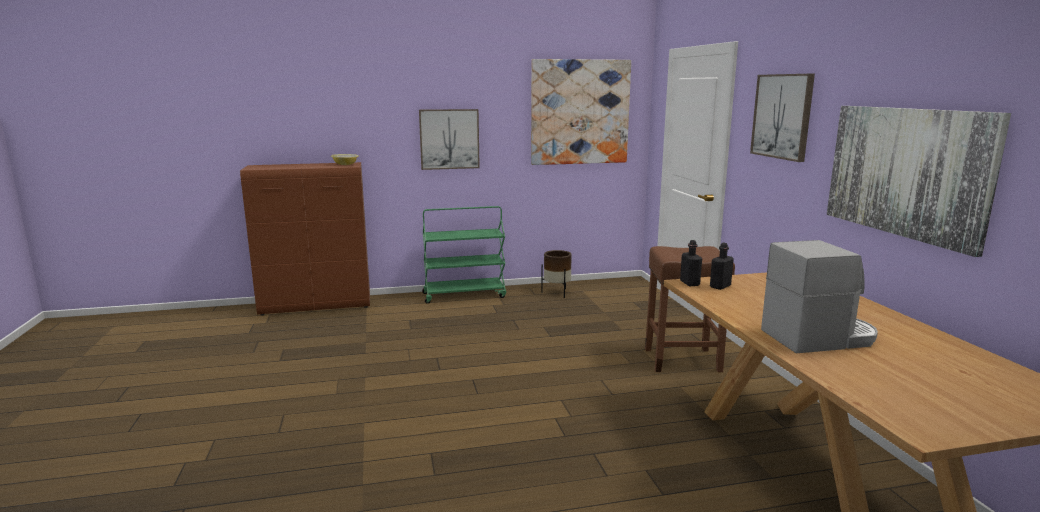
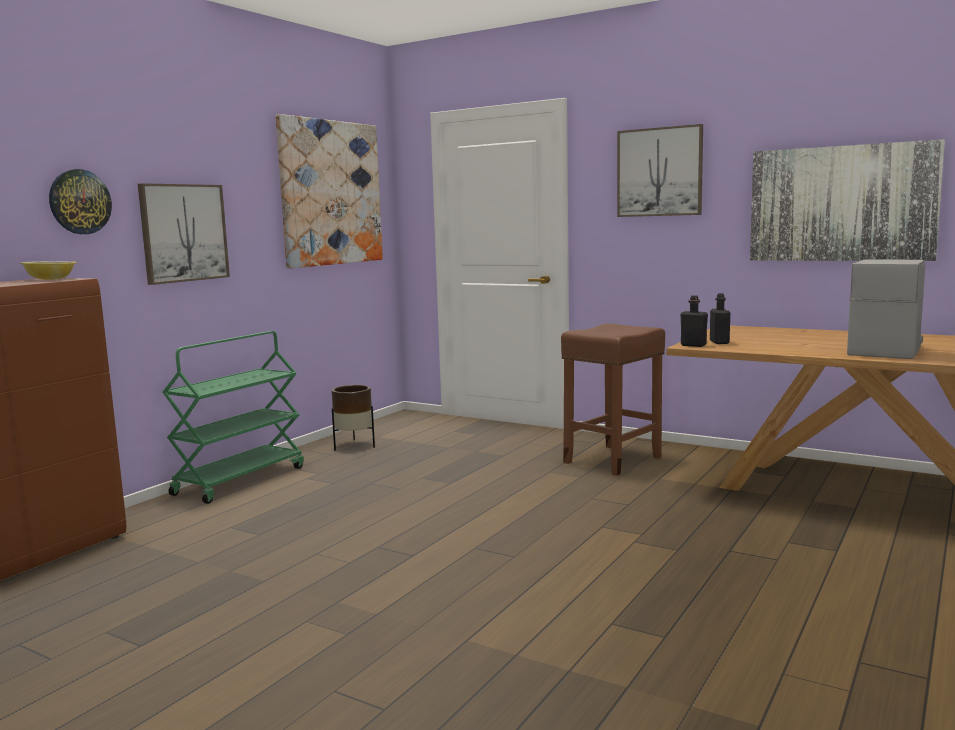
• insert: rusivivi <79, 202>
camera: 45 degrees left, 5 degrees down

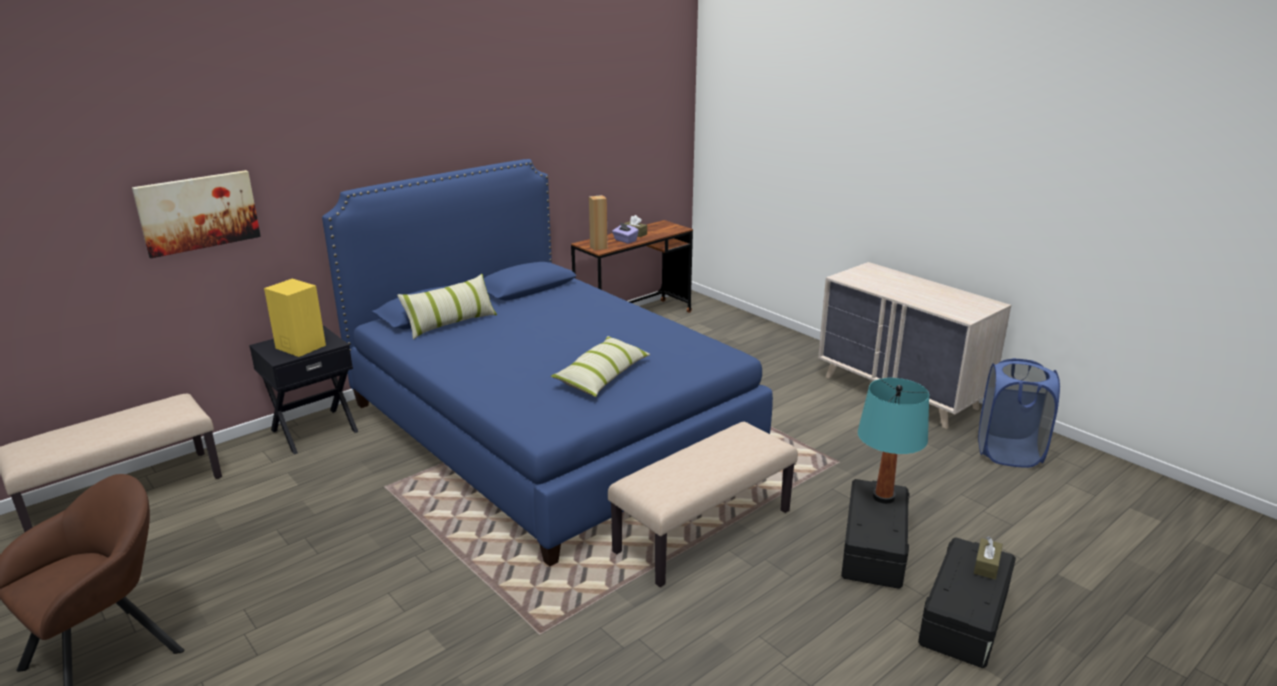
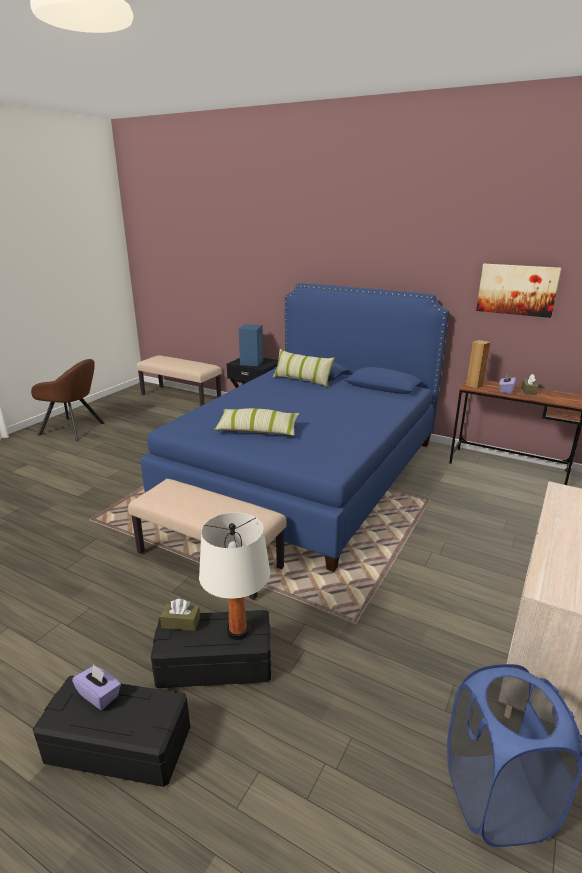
• insert: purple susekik <99, 695>
• move: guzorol <198, 212> to <517, 289>
• move: brown susekik <986, 565> to <181, 622>
• recolor: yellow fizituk <300, 346> to blue fizituk <252, 362>
• recolor: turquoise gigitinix <883, 497> to white gigitinix <237, 631>
camera: 70 degrees right, 0 degrees up

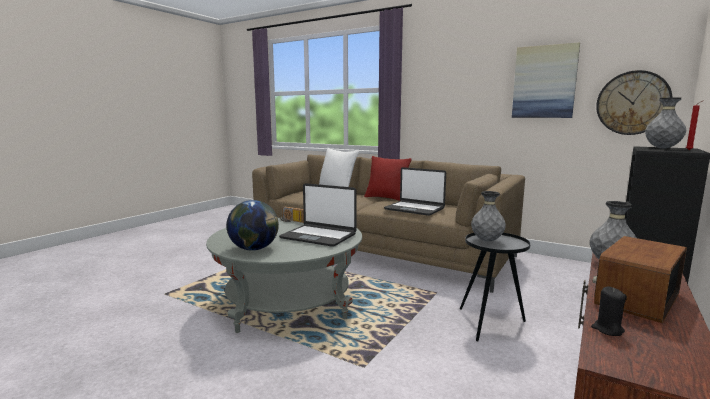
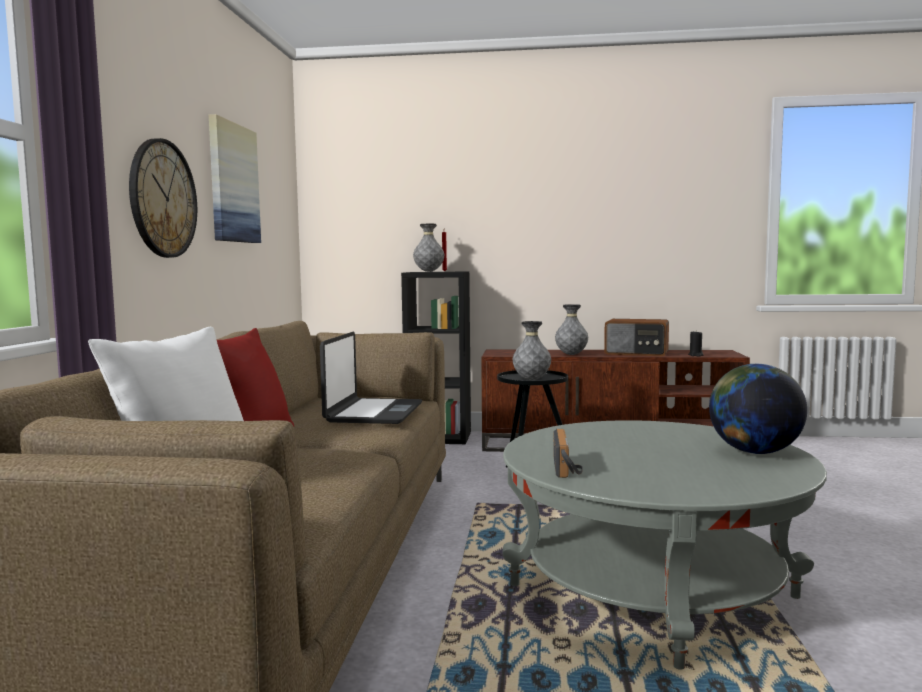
• delete: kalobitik <319, 236>
• move: rusivivi <632, 103> to <162, 199>
camera: 115 degrees left, 5 degrees down

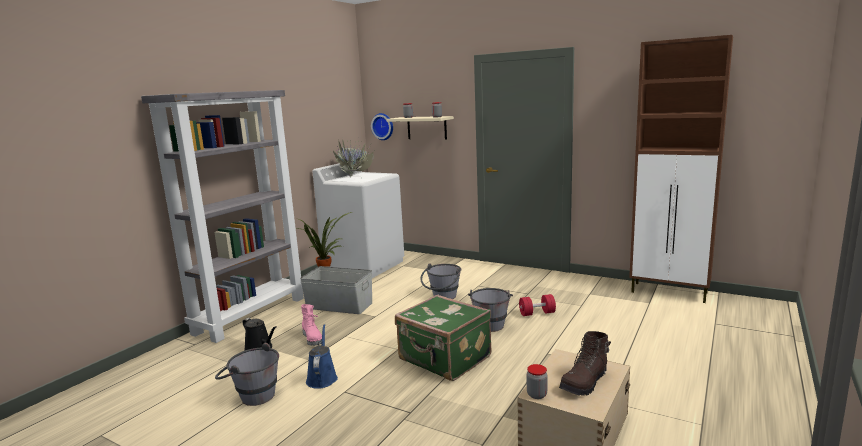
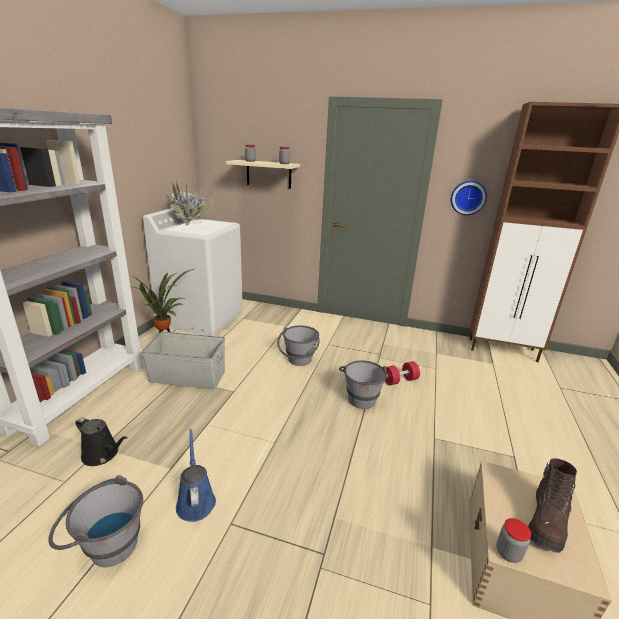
• delete: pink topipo <313, 339>
• delete: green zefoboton <444, 359>
• move: rusivivi <383, 126> to <468, 197>
camera: 15 degrees left, 10 degrees up

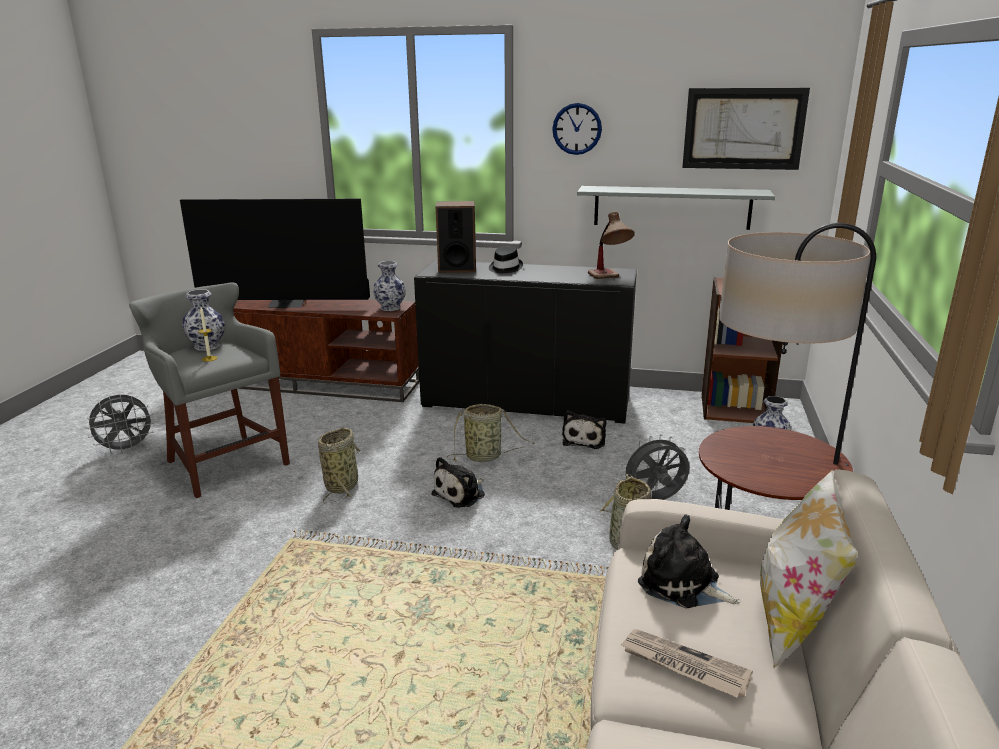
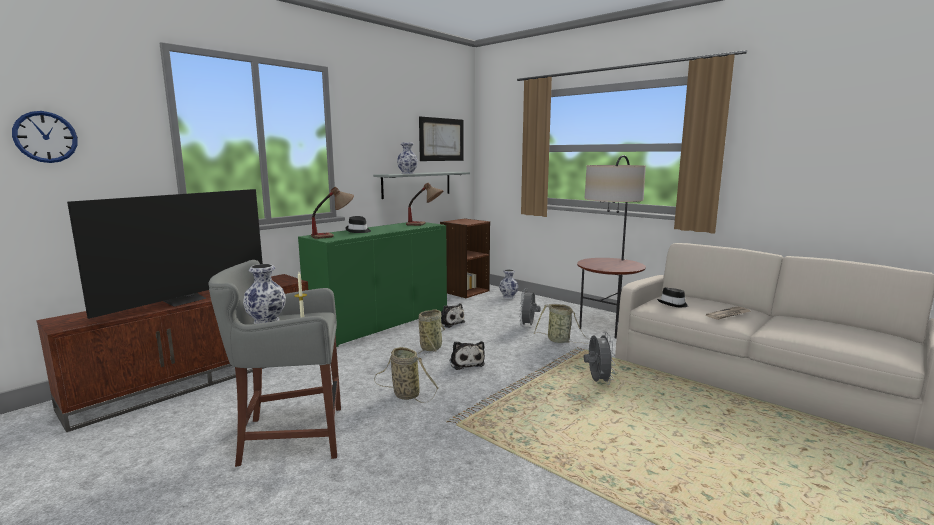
• delete: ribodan <794, 620>
• move: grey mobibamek <126, 449> to <597, 382>
• move: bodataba <390, 308> to <408, 173>
• move: rusivivi <577, 129> to <45, 137>
• replace: fizituk <457, 268> to gigitinix <334, 235>
• replace: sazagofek <683, 584> to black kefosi <673, 304>
• recolor: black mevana <526, 402> to green mevana <381, 323>
camera: 60 degrees left, 10 degrees down

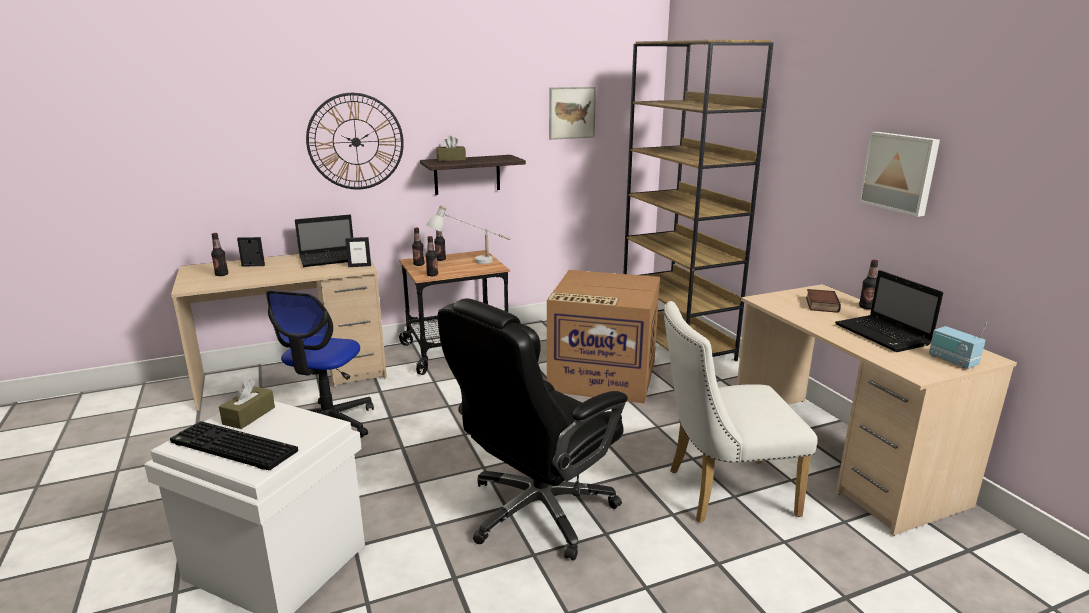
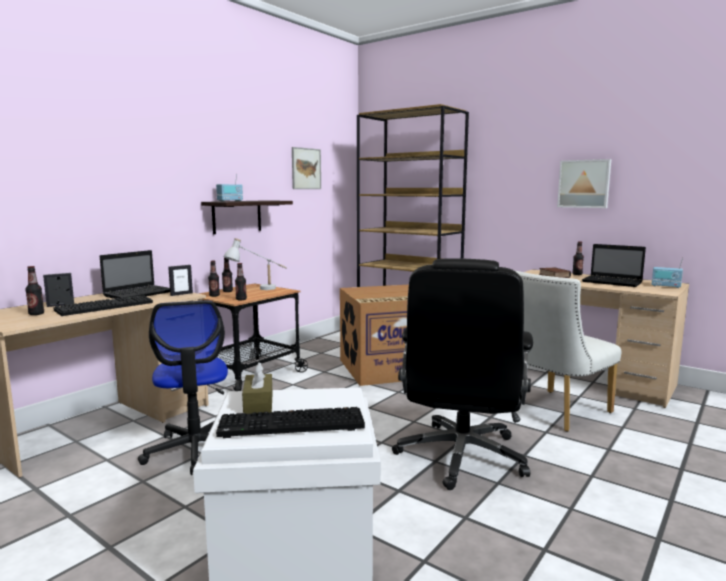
• delete: rusivivi <356, 142>
• insert: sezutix <105, 306>
• replace: brown susekik <451, 159> to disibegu <230, 201>
camera: 30 degrees left, 10 degrees down

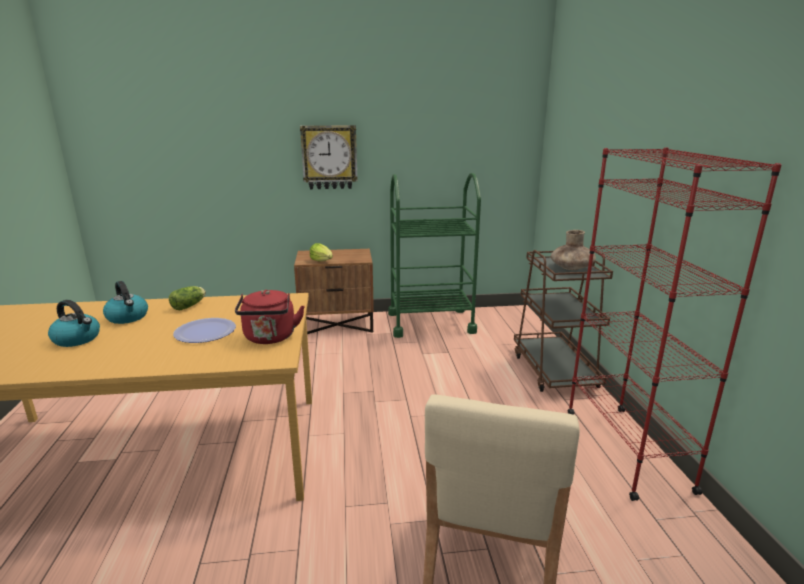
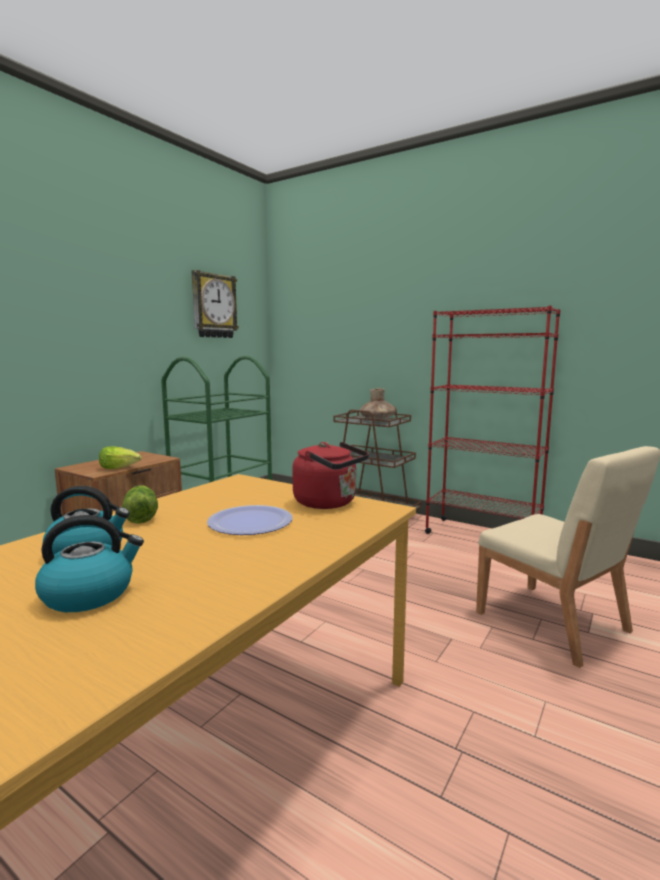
• move: rusivivi <329, 157> to <213, 306>
camera: 50 degrees left, 10 degrees down

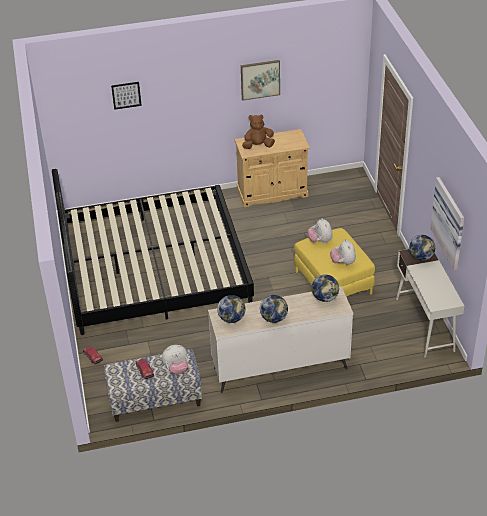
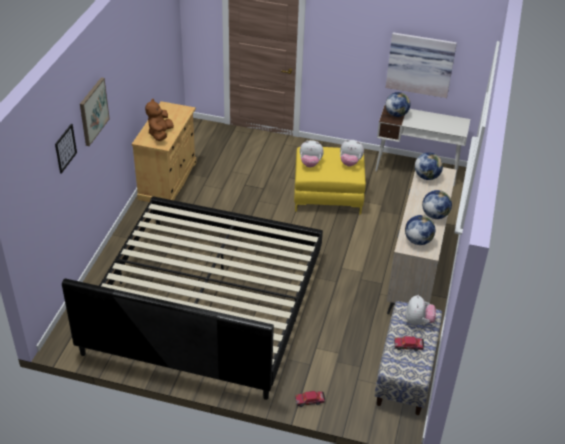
• move: guzorol <260, 79> to <93, 111>
camera: 65 degrees left, 0 degrees up

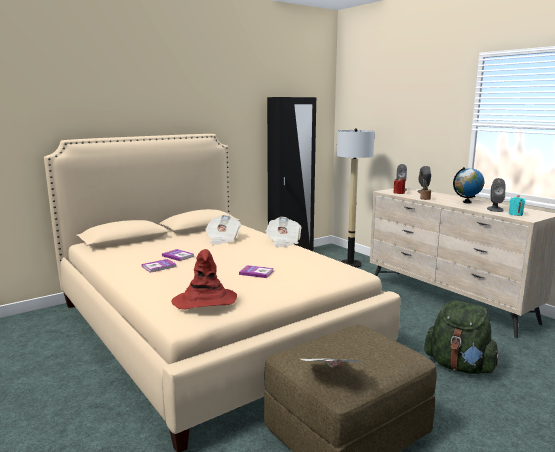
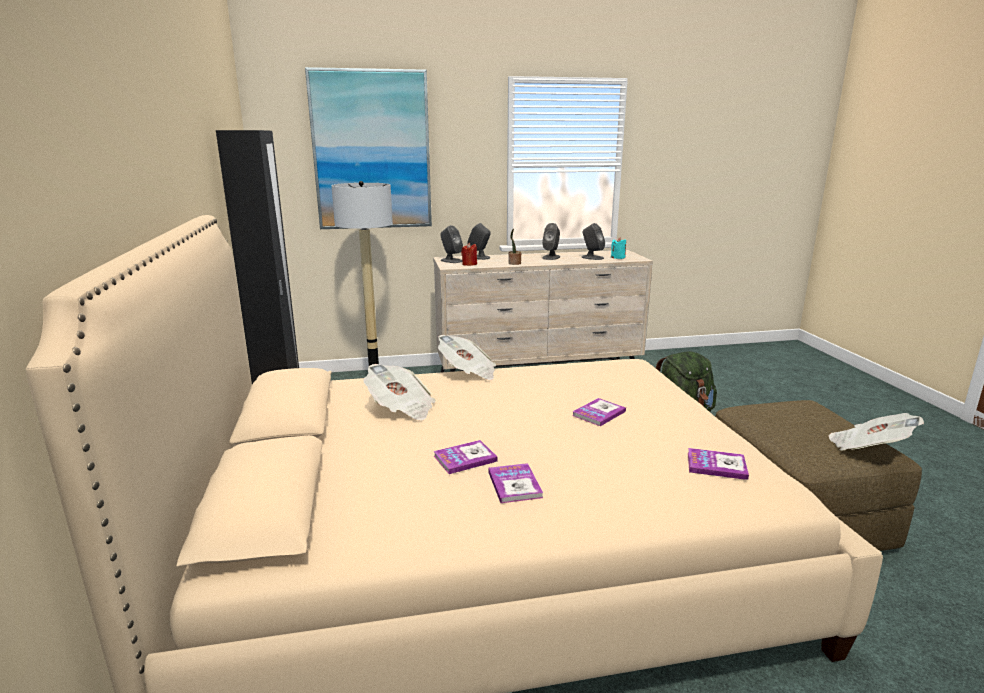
• insert: guzorol <371, 151>
• replace: red kefosi <205, 301> to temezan <716, 465>
• replace: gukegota <467, 202> to grey fizituk <551, 257>
camera: 65 degrees left, 5 degrees up

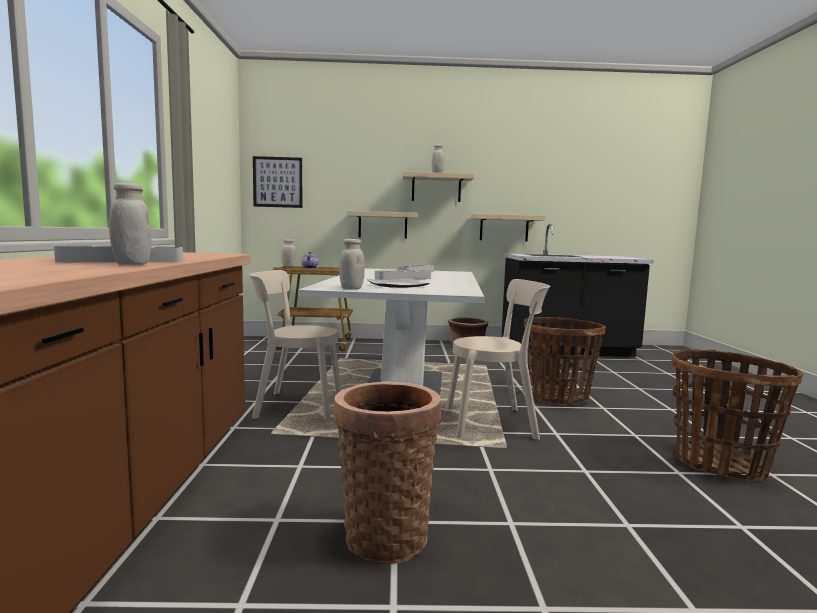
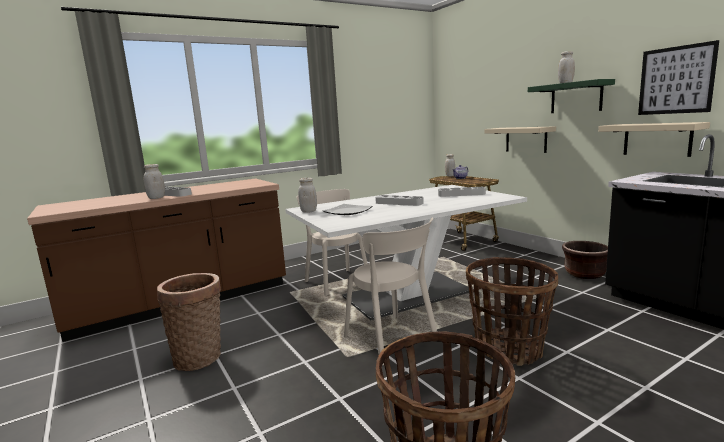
• move: guzorol <277, 182> to <676, 80>
• recolor: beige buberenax <436, 188> to green buberenax <576, 97>
camera: 60 degrees right, 5 degrees up

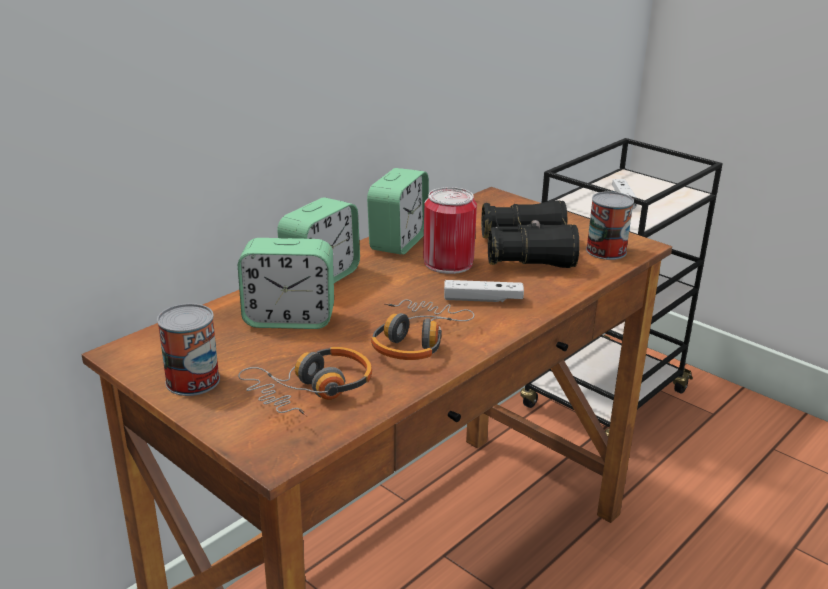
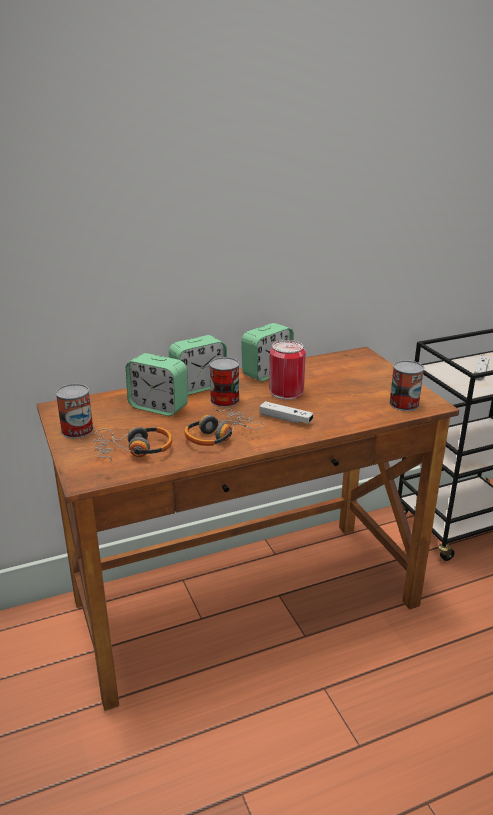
• delete: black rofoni <527, 252>
• insert: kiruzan <224, 400>
camera: 25 degrees right, 0 degrees up

